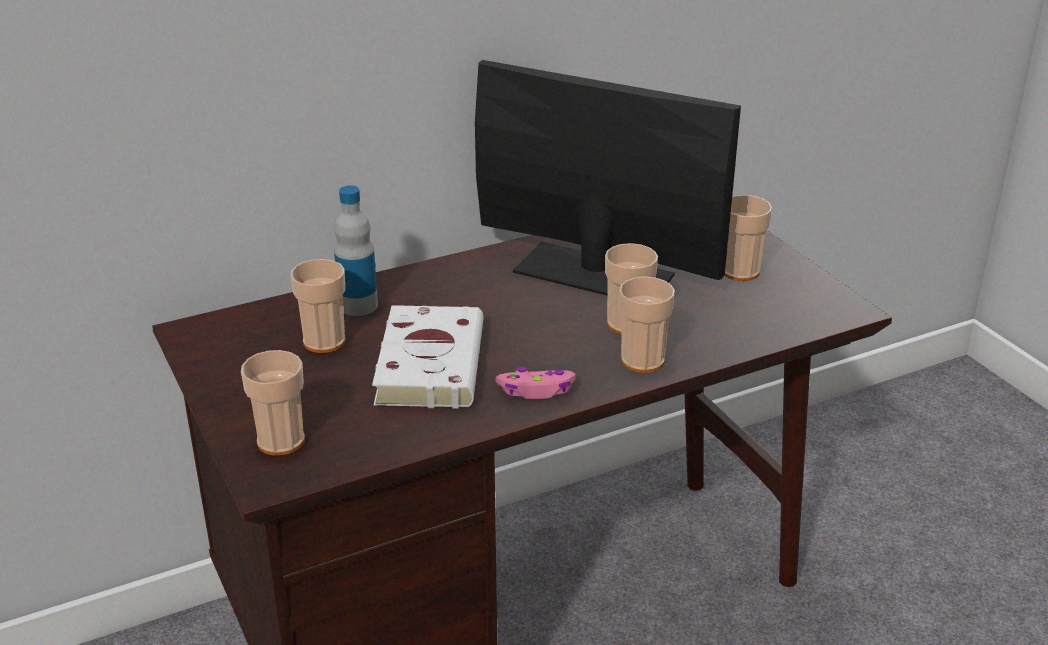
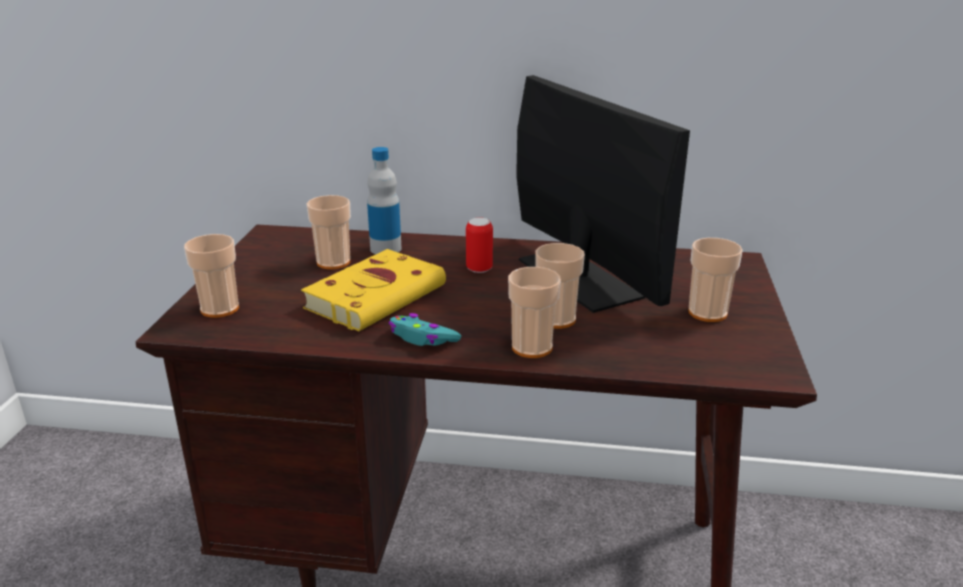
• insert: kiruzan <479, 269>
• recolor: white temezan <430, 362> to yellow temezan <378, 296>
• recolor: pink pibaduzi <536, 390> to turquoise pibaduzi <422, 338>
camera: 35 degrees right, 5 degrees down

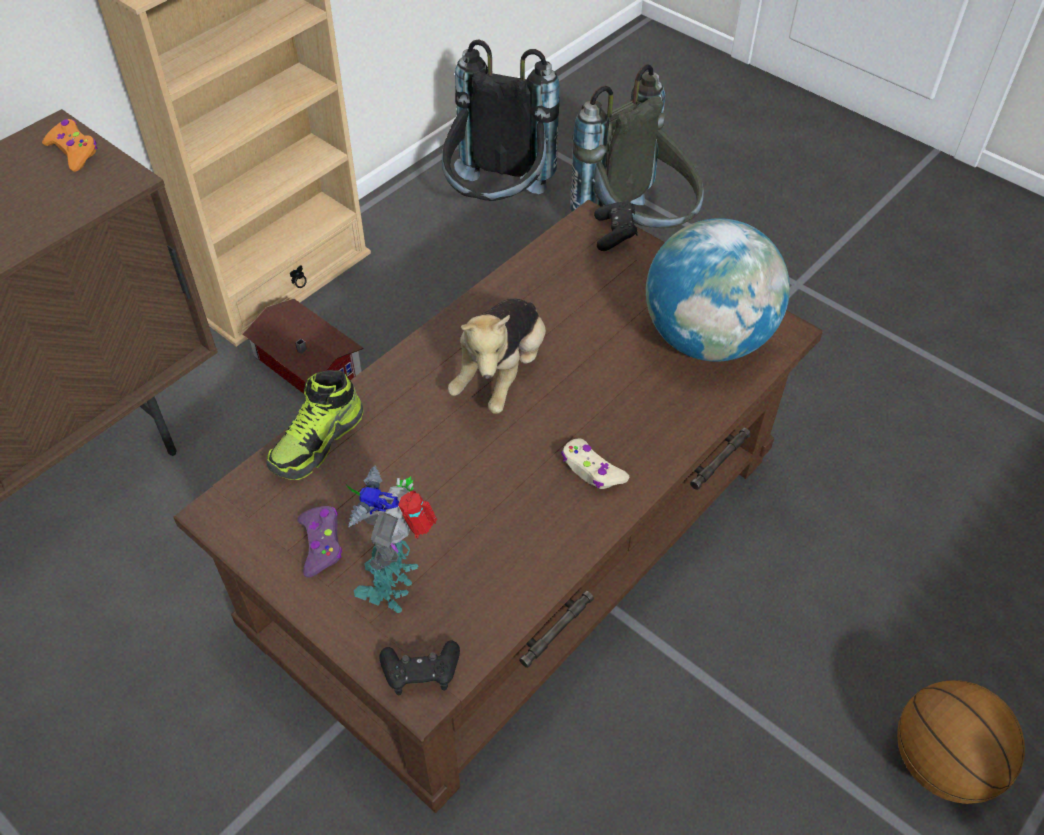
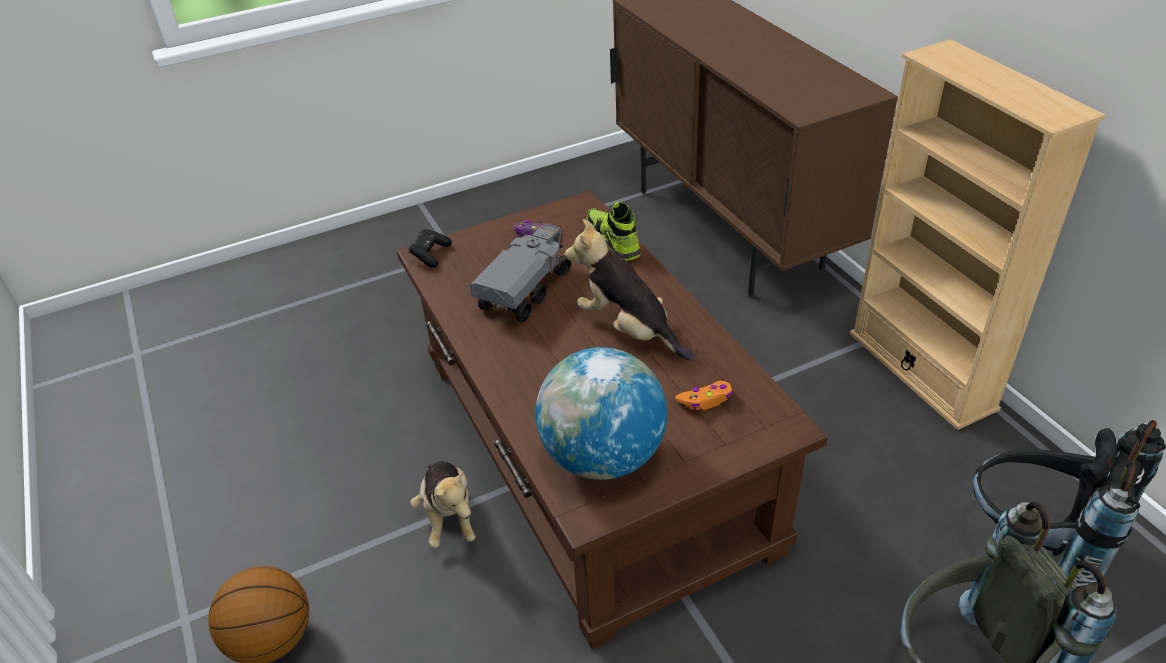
• delete: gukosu <307, 362>
• delete: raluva <395, 582>
• delete: beige pibaduzi <592, 470>
• delete: black pibaduzi <615, 234>
• insert: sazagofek <449, 516>
• insert: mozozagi <525, 290>
• move: orange pibaduzi <74, 151> to <705, 400>
camera: 115 degrees right, 10 degrees down

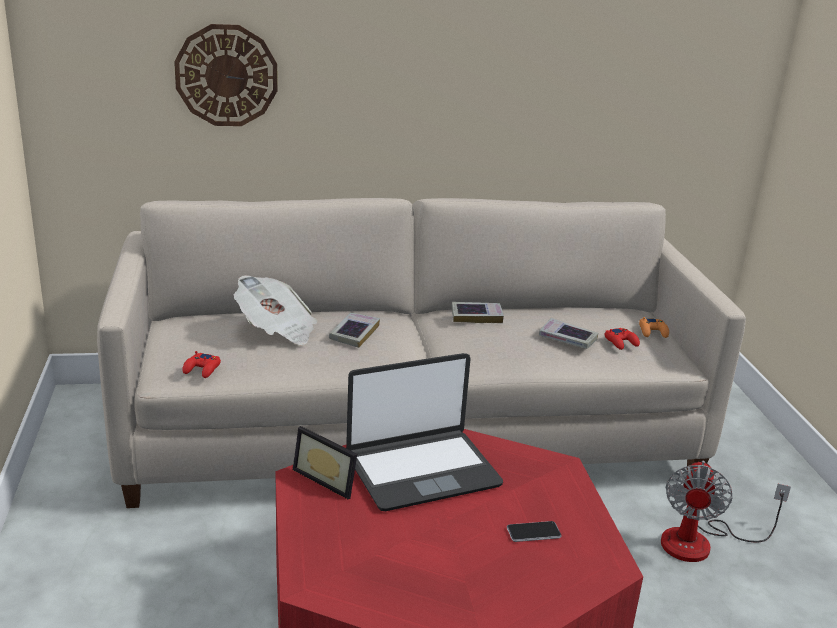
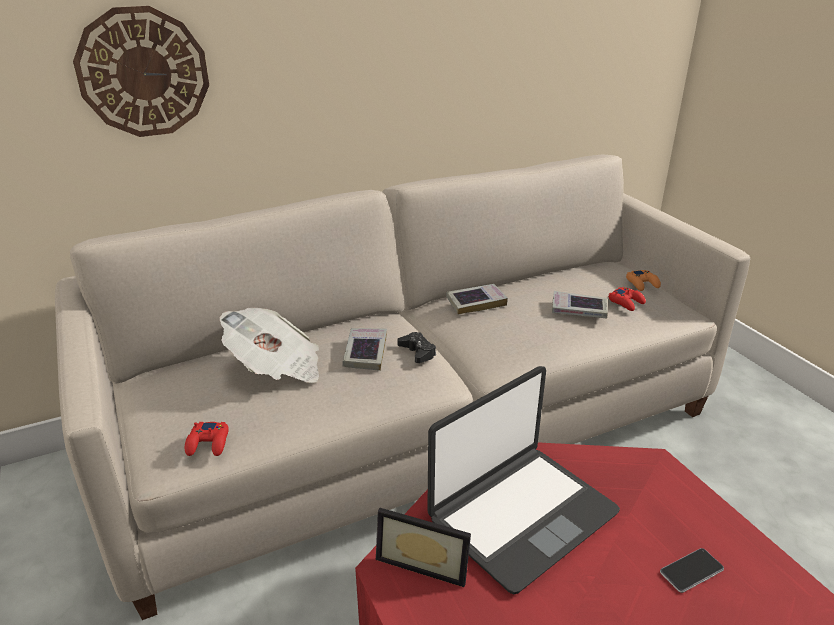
• delete: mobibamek <701, 542>
• insert: black pibaduzi <417, 352>
camera: 15 degrees left, 5 degrees up

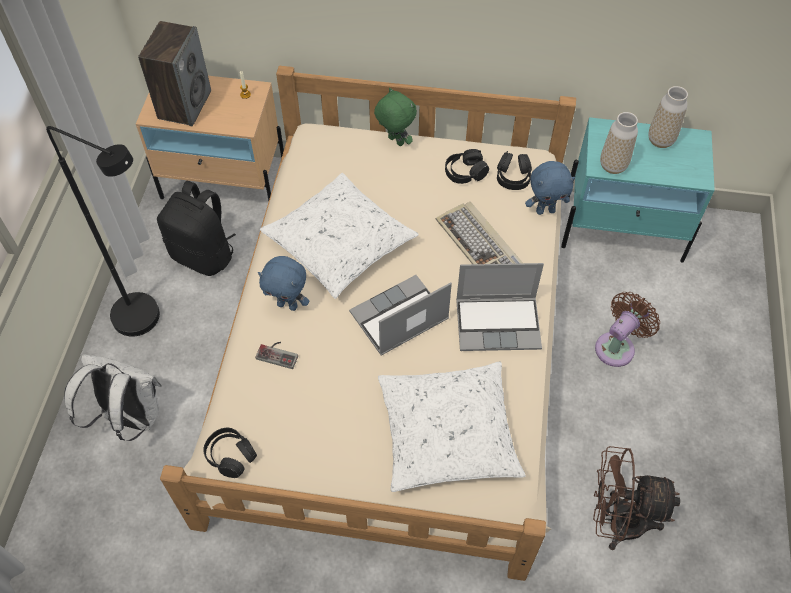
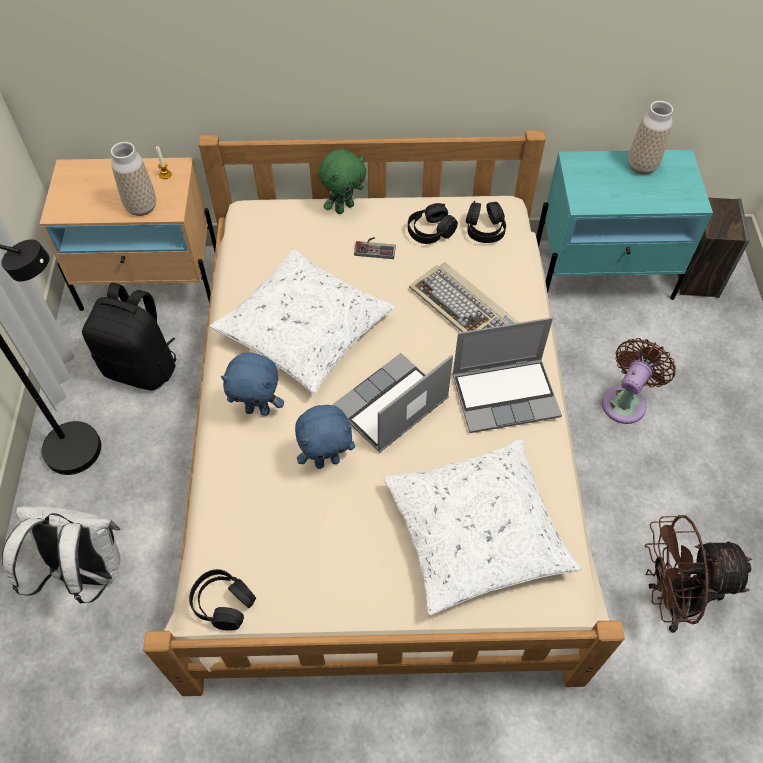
• move: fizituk <184, 104> to <695, 276>
• move: pibaduzi <278, 353> to <375, 247>
• move: blue sazagofek <545, 210> to <327, 461>
• move: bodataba <613, 166> to <141, 207>
• rotate: green sazagofek <395, 141> = <344, 207> 105 degrees clockwise
camera: 10 degrees left, 0 degrees up

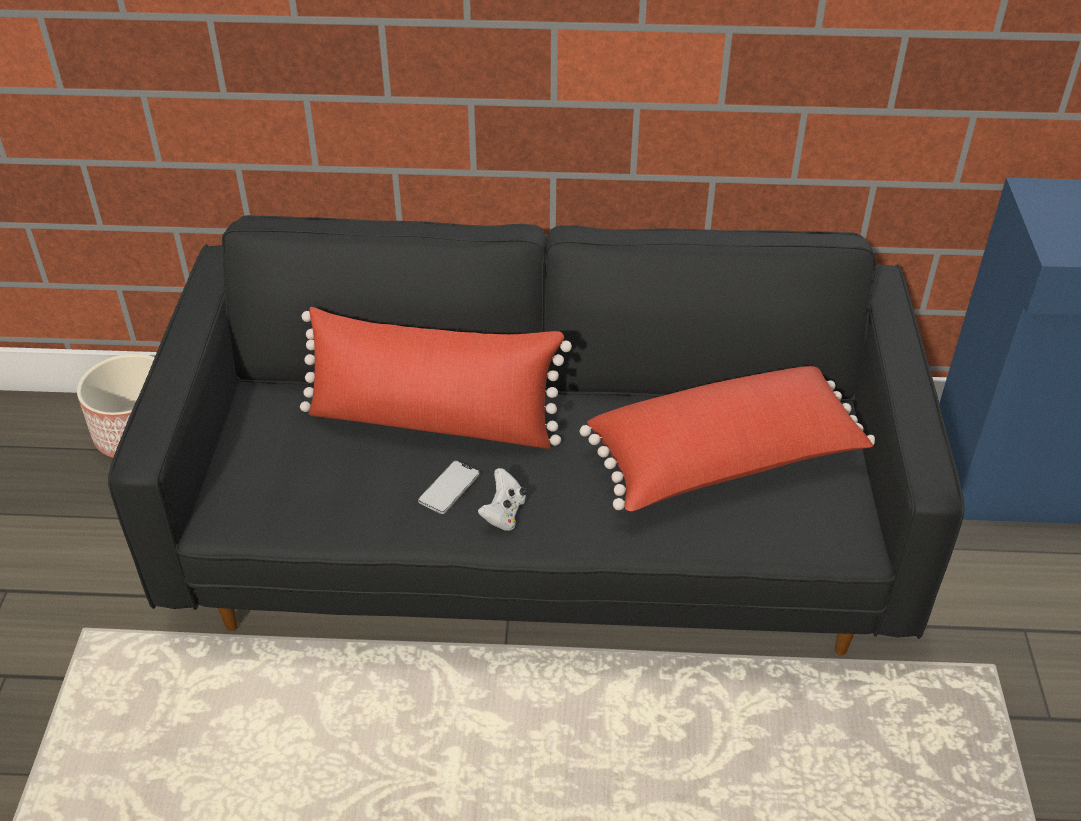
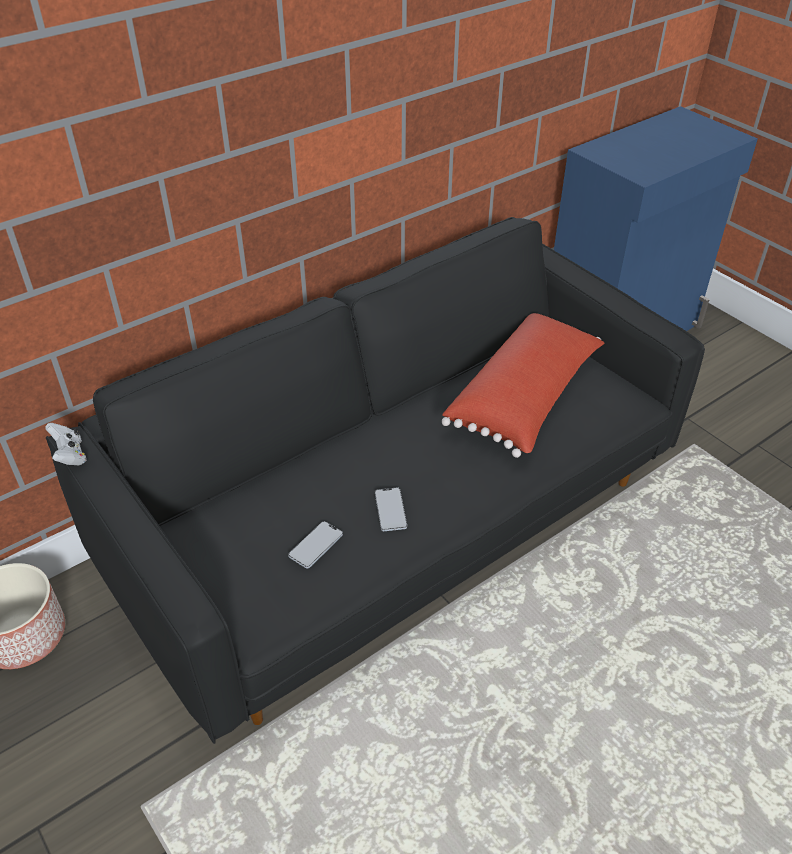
• delete: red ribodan <433, 421>
• insert: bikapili <316, 545>
• move: white pibaduzi <503, 513> to <70, 456>
camera: 40 degrees left, 0 degrees up

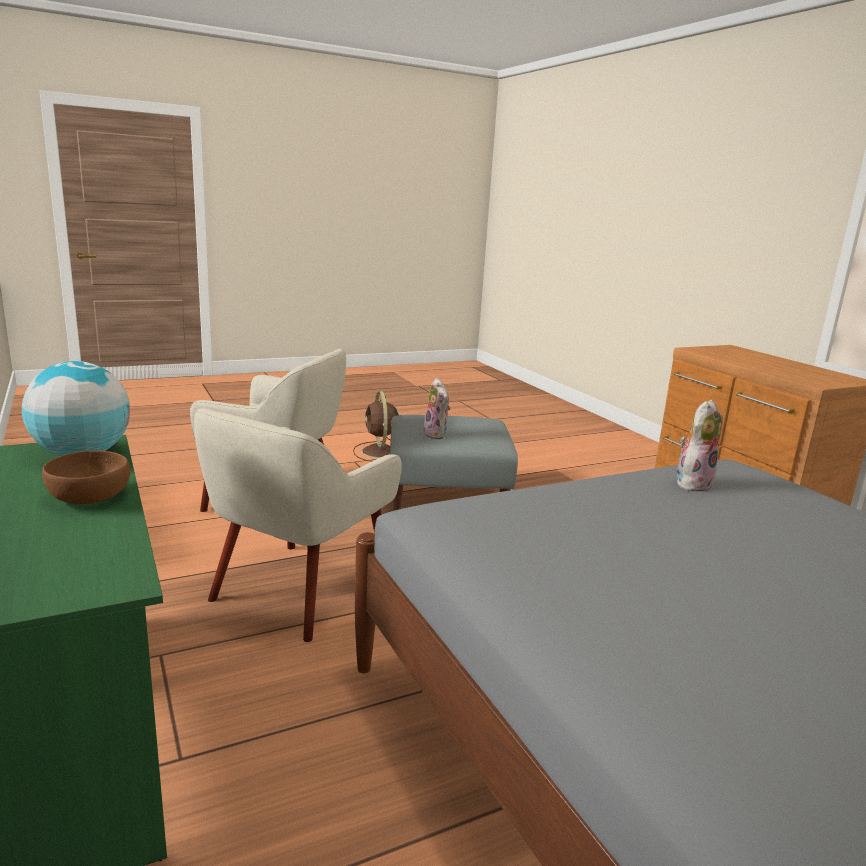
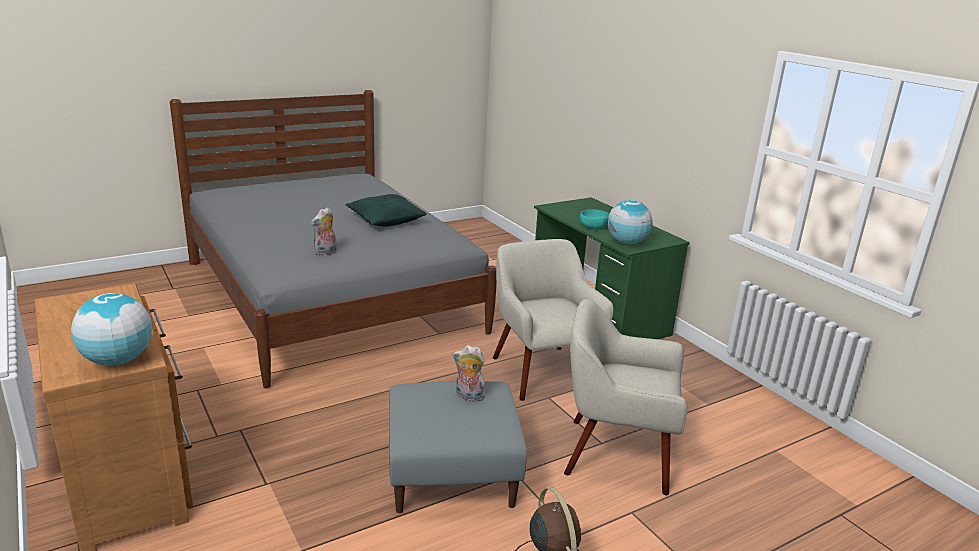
• insert: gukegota <118, 360>
• insert: green ribodan <385, 220>
• recolor: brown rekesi <88, 497> to turquoise rekesi <594, 226>
• rotate: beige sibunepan <298, 590> = <542, 371> 45 degrees counterclockwise
• rotate: sazagofek <437, 435> = <468, 396> 45 degrees counterclockwise
camera: 175 degrees right, 5 degrees up

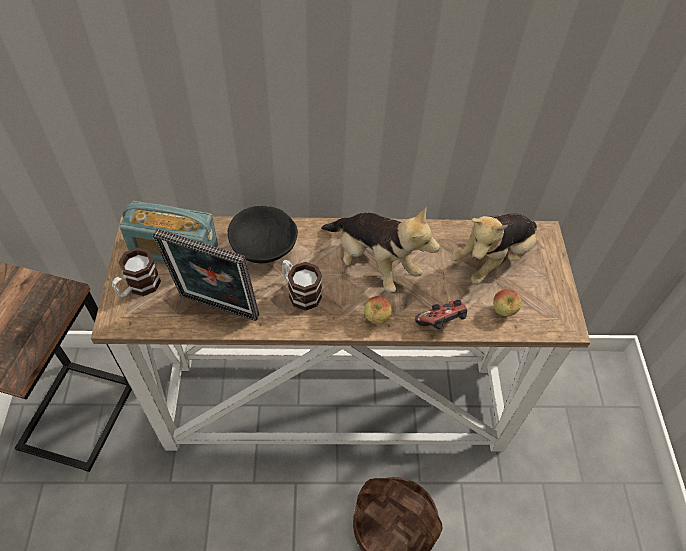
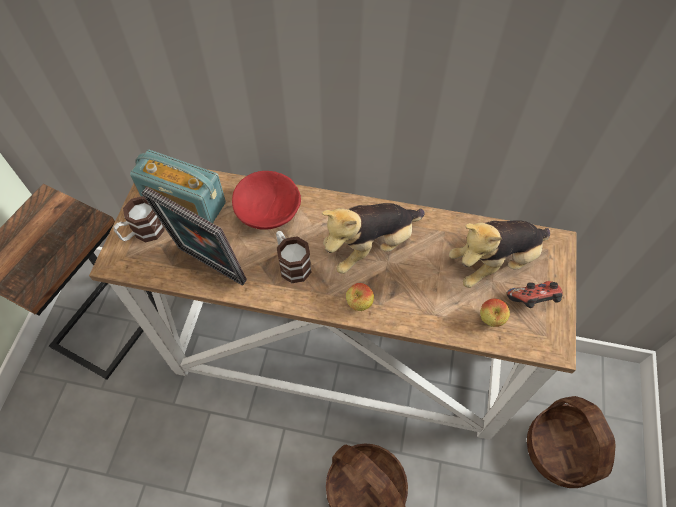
• insert: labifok <562, 450>
• move: pibaduzi <441, 323> to <532, 301>
• recolor: black rekesi <263, 246> to red rekesi <268, 211>
• rotate: sazagofek <373, 263> = <371, 246> 90 degrees clockwise
camera: 15 degrees right, 5 degrees up

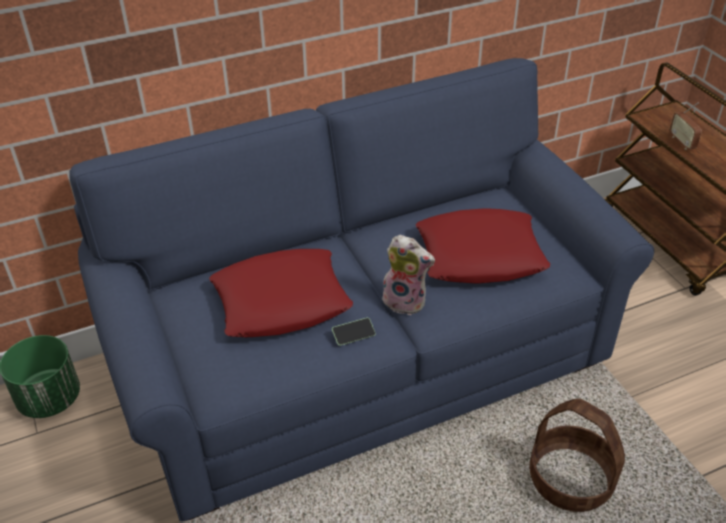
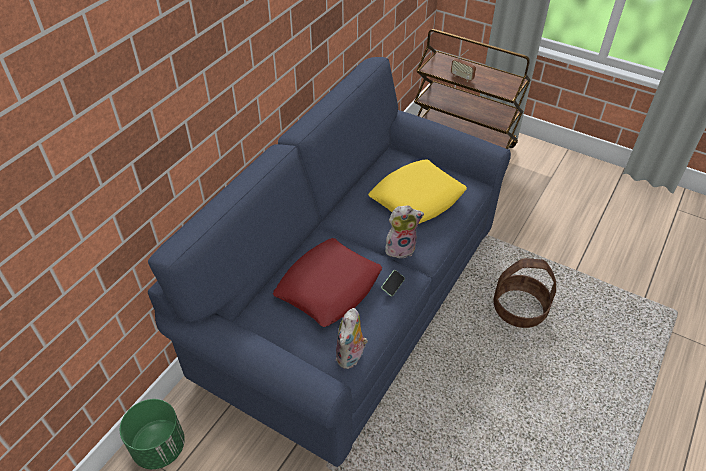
• insert: sazagofek <351, 357>
• recolor: red ribodan <480, 255> to yellow ribodan <417, 198>
camera: 35 degrees left, 5 degrees up

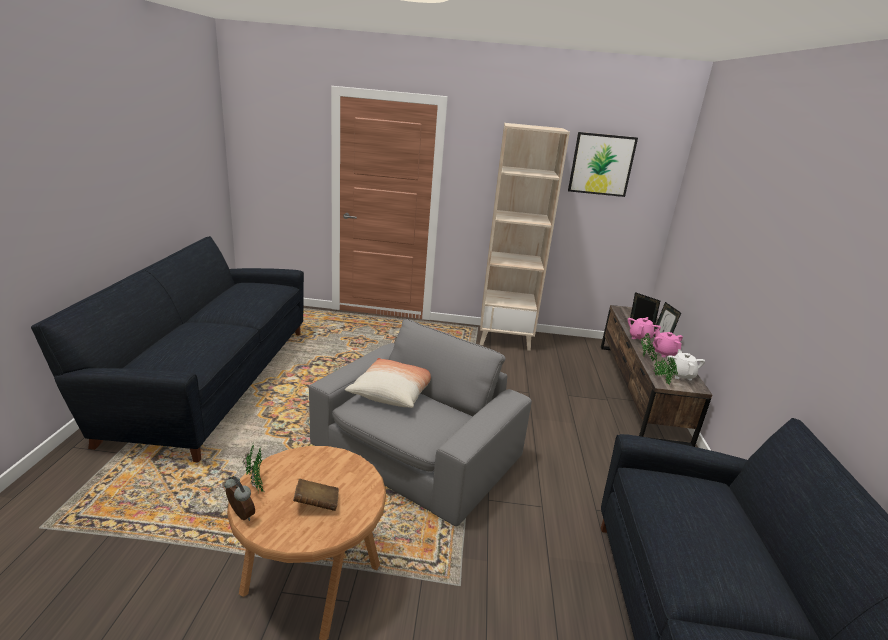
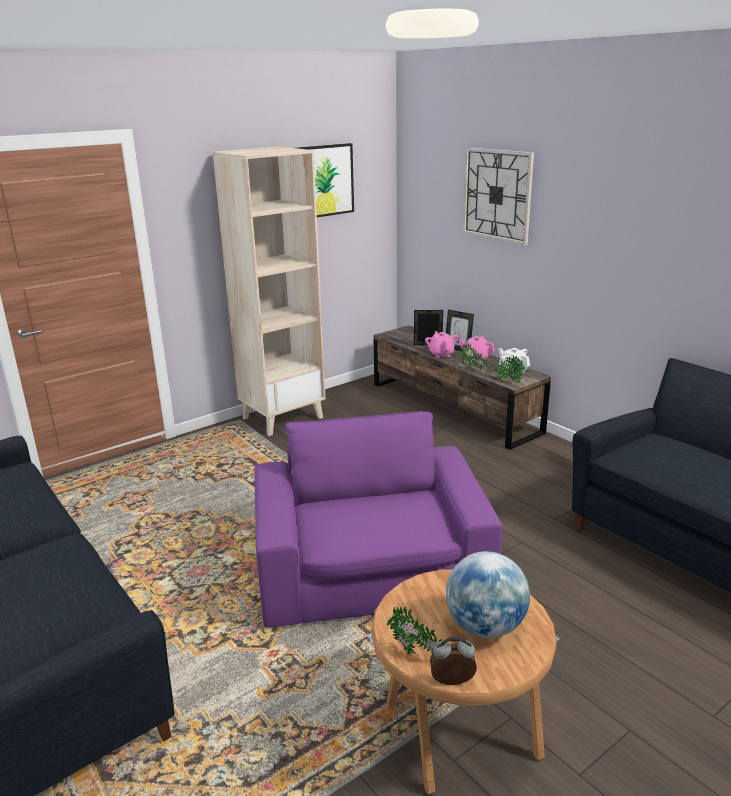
• delete: ribodan <392, 392>
• insert: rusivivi <497, 195>
• replace: brown temezan <316, 504> to gukegota <485, 626>
• recolor: grey sibunepan <416, 453> to purple sibunepan <372, 568>
camera: 40 degrees left, 0 degrees up

